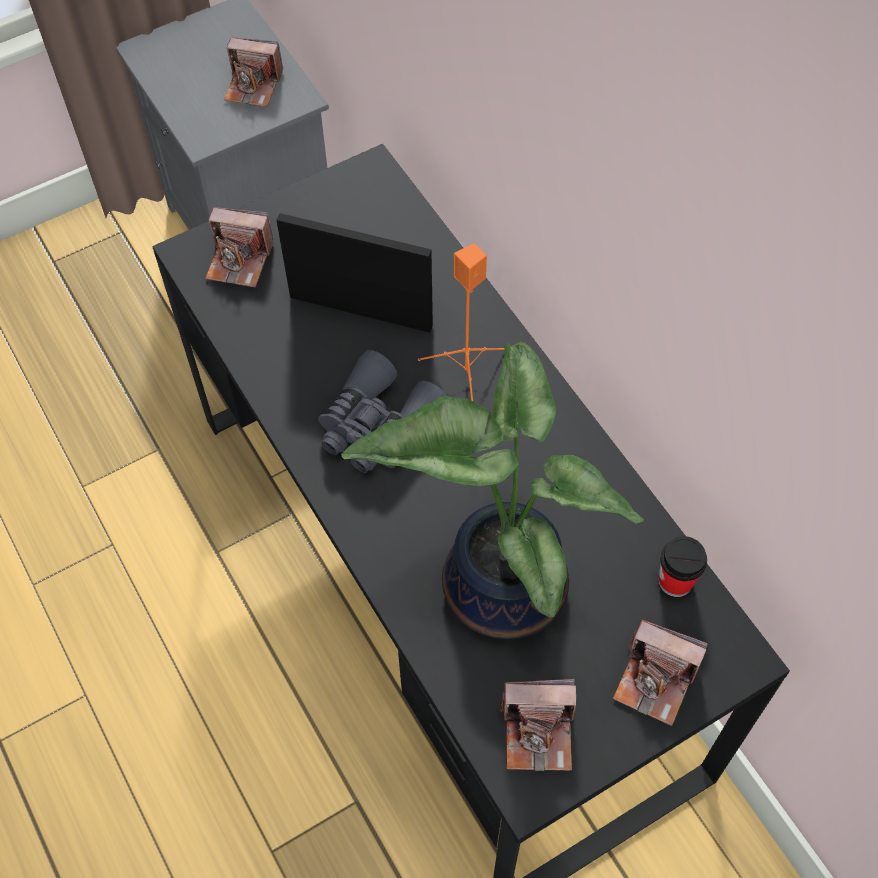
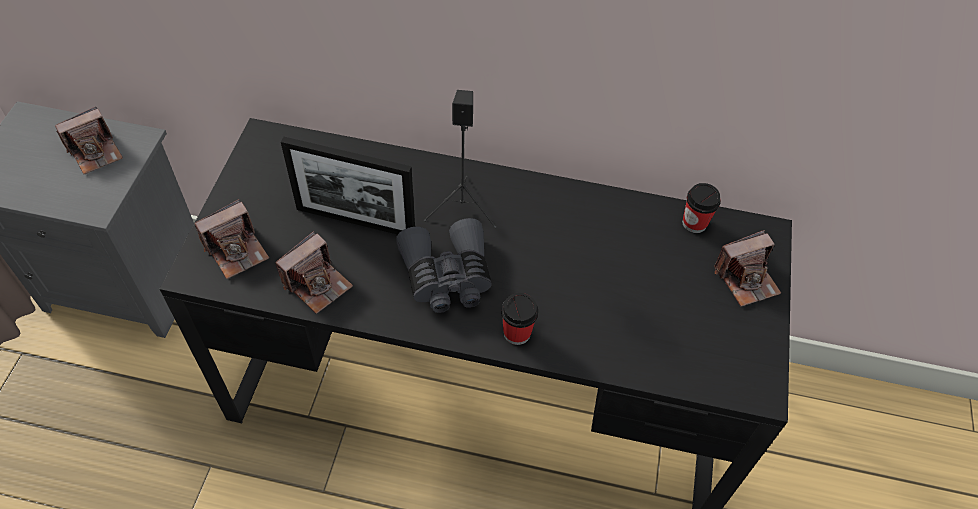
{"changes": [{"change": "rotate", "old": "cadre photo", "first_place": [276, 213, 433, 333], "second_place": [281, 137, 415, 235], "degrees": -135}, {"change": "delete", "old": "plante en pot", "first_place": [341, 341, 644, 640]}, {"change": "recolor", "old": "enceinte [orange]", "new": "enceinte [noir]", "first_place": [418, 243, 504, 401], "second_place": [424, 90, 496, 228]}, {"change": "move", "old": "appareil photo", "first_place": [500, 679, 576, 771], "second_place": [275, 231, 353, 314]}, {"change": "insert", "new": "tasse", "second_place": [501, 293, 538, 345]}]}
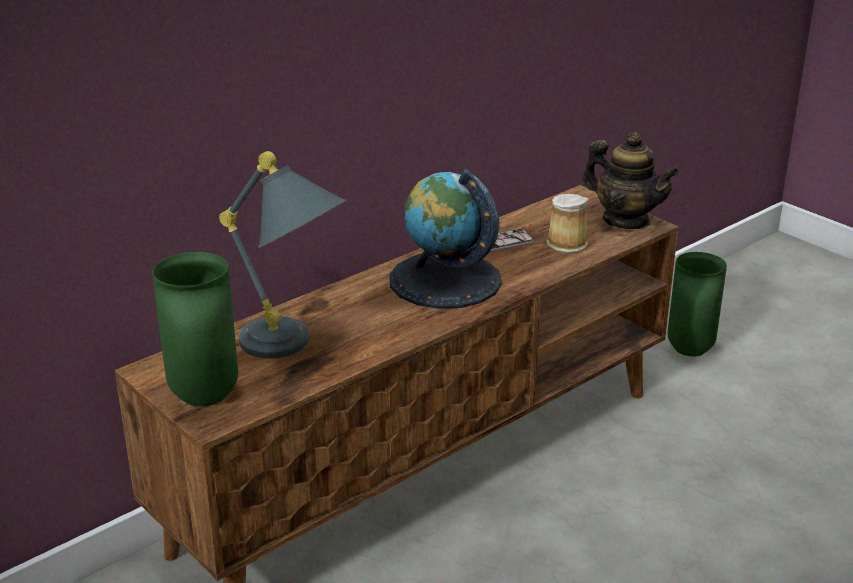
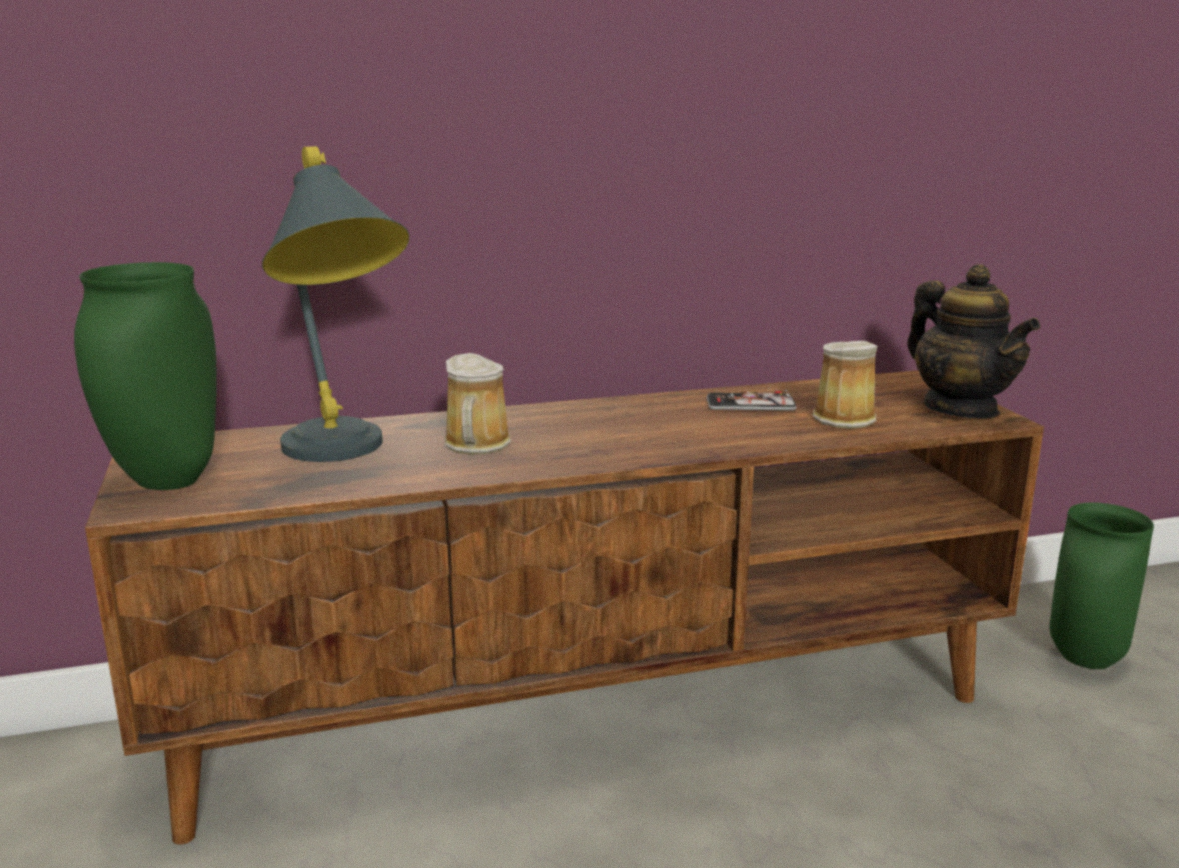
{"changes": [{"change": "delete", "old": "globe", "first_place": [389, 169, 502, 309]}, {"change": "insert", "new": "mug", "second_place": [444, 353, 511, 455]}]}
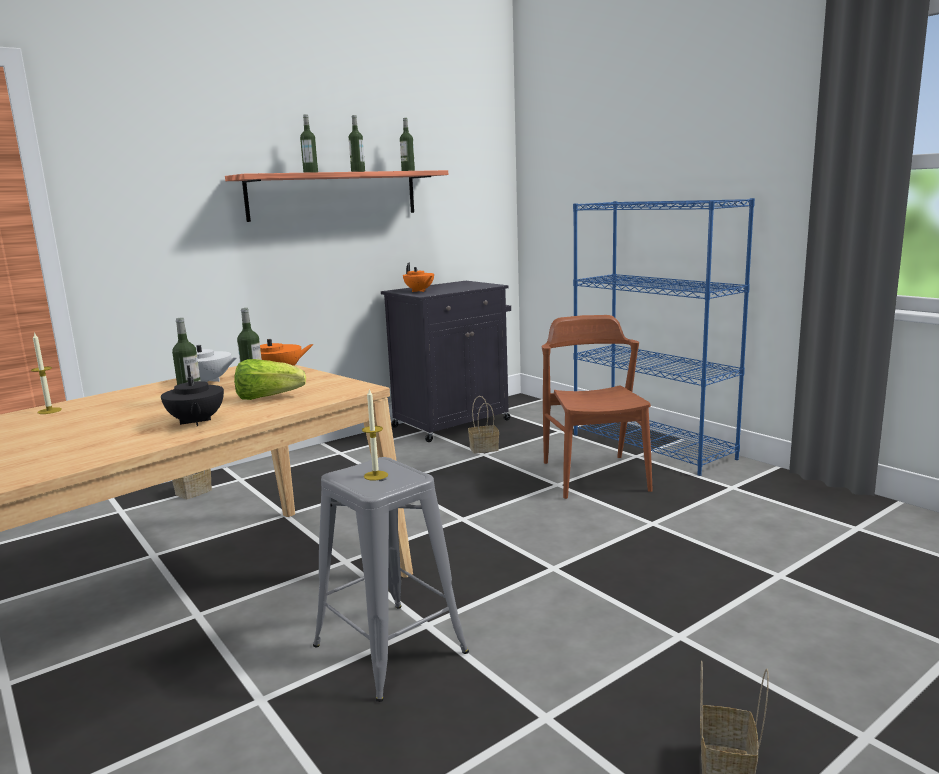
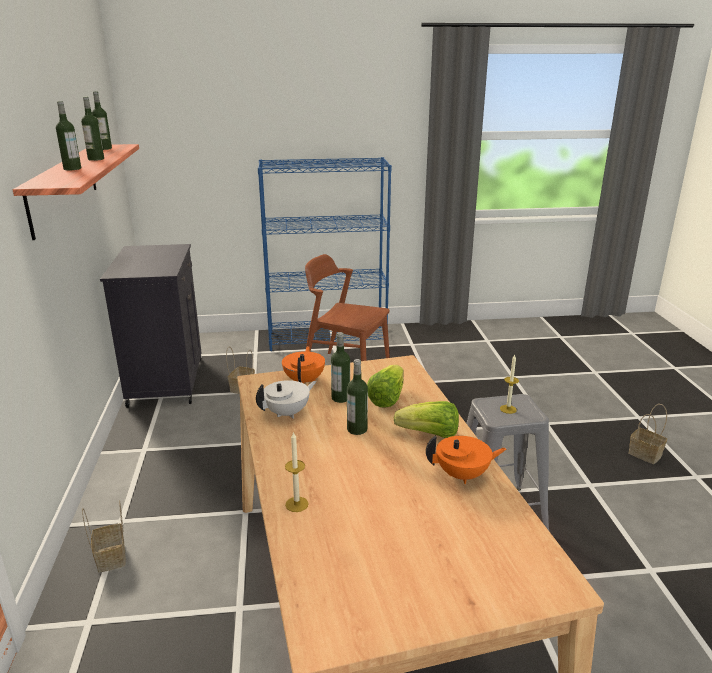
{"changes": [{"change": "replace", "old": "théière [noir]", "new": "laitue", "first_place": [161, 365, 224, 426], "second_place": [394, 401, 459, 438]}, {"change": "move", "old": "théière [orange]", "first_place": [403, 262, 434, 292], "second_place": [426, 436, 506, 484]}]}
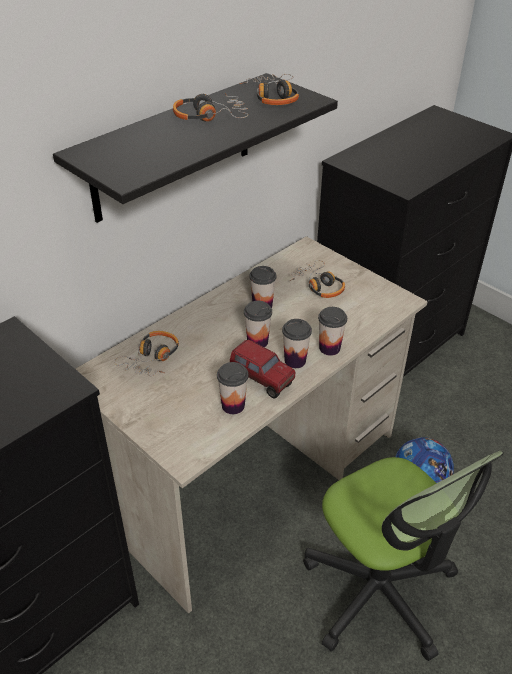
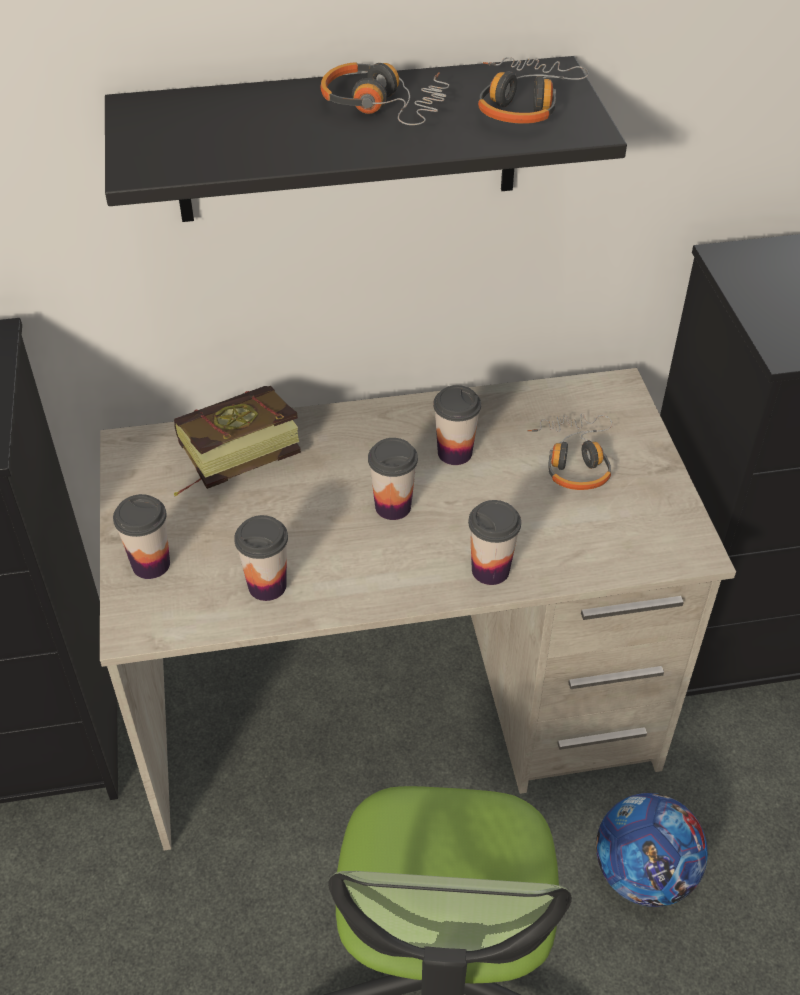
{"changes": [{"change": "replace", "old": "casque audio", "new": "livre", "first_place": [114, 331, 179, 376], "second_place": [174, 386, 301, 497]}, {"change": "delete", "old": "camion jouet", "first_place": [230, 340, 296, 398]}, {"change": "move", "old": "tasse", "first_place": [282, 319, 312, 368], "second_place": [113, 494, 170, 579]}]}
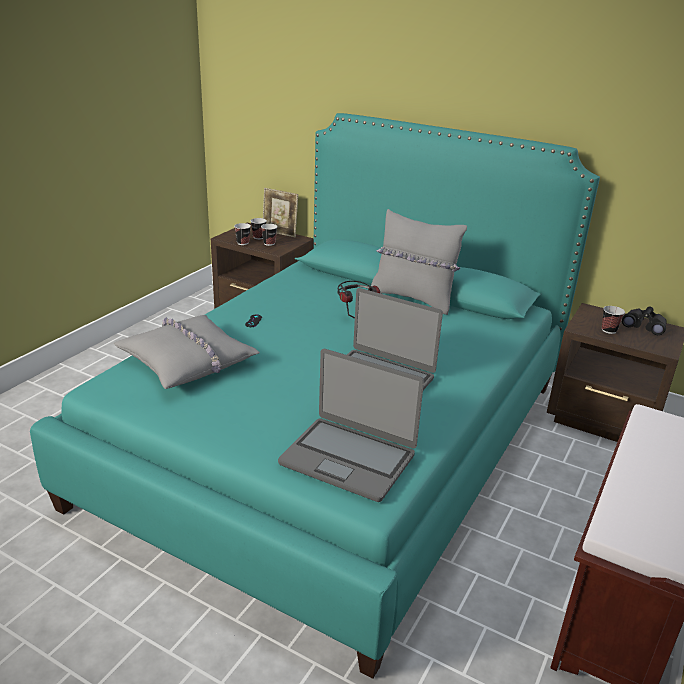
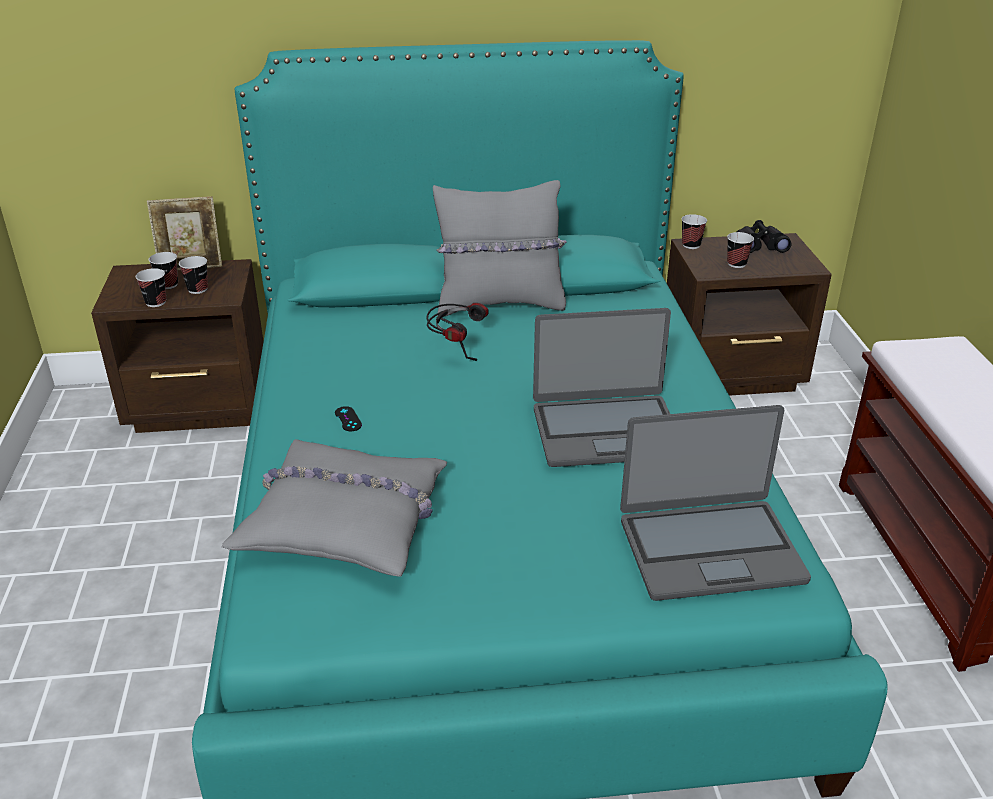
{"changes": [{"change": "insert", "new": "tasse", "second_place": [682, 214, 707, 249]}]}
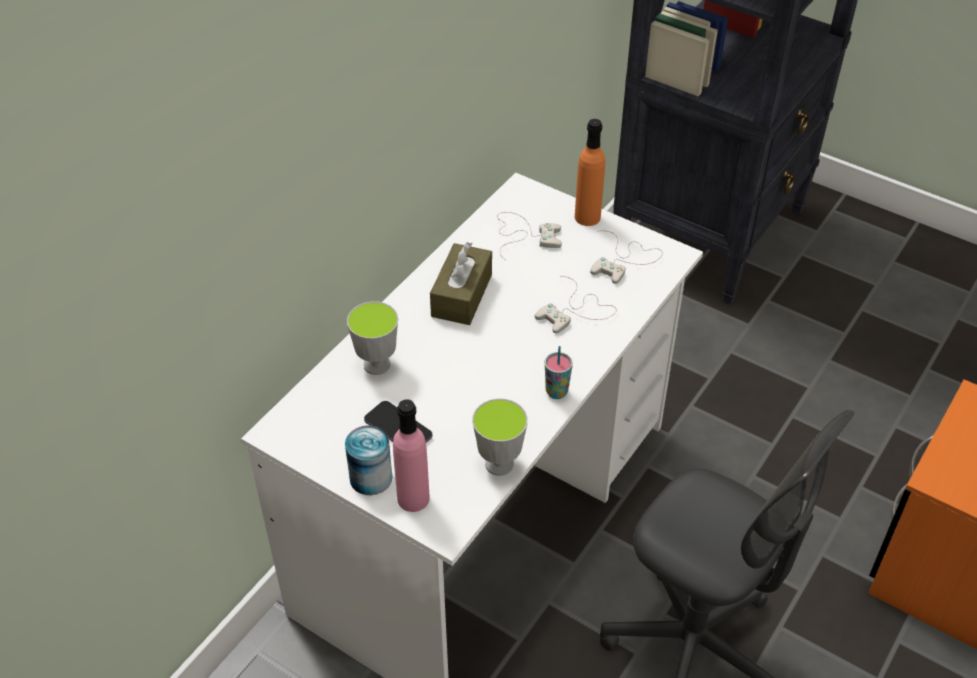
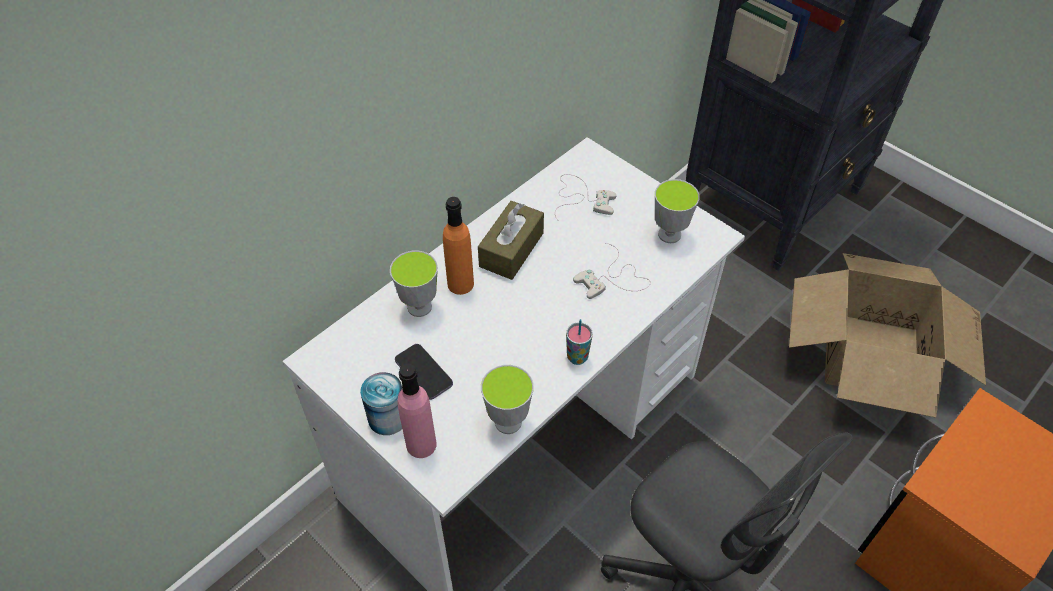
{"changes": [{"change": "move", "old": "bouteille [orange]", "first_place": [575, 119, 605, 226], "second_place": [443, 197, 474, 295]}, {"change": "replace", "old": "manette [blanc]", "new": "tasse", "first_place": [590, 231, 663, 284], "second_place": [655, 179, 700, 243]}, {"change": "insert", "new": "carton", "second_place": [789, 253, 986, 418]}]}
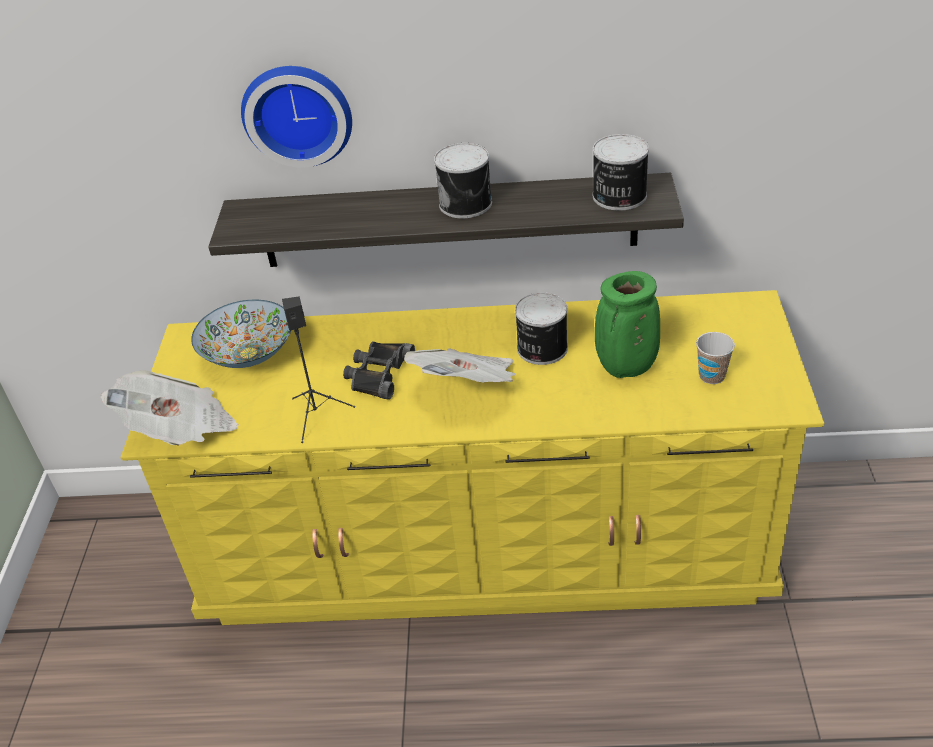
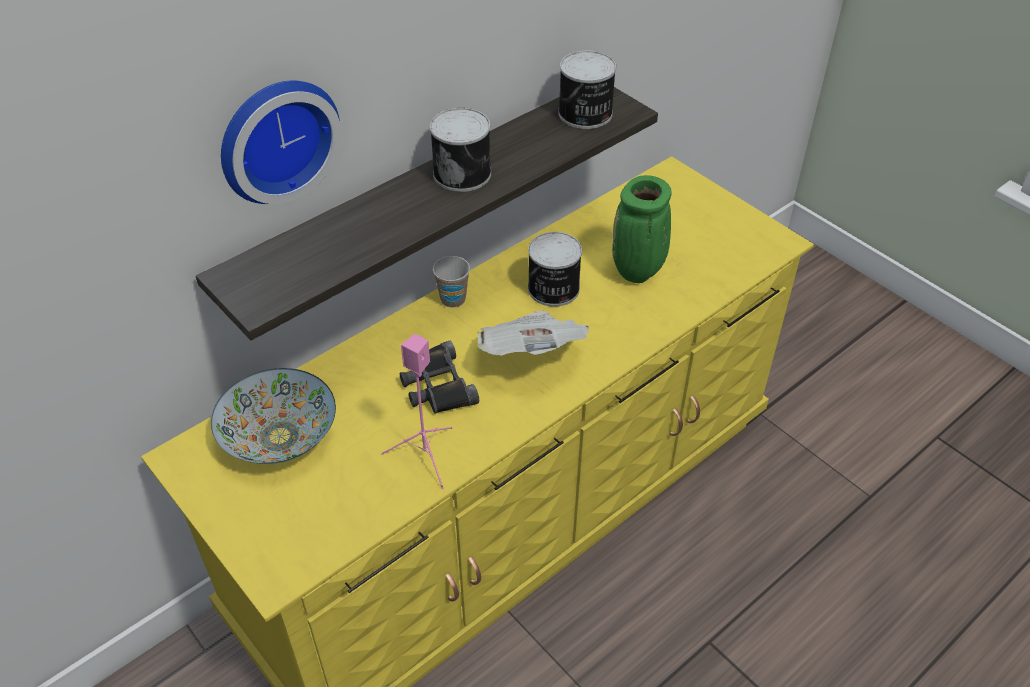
{"changes": [{"change": "delete", "old": "journal", "first_place": [101, 370, 239, 446]}, {"change": "recolor", "old": "enceinte [noir]", "new": "enceinte [rose]", "first_place": [282, 297, 355, 443], "second_place": [381, 334, 453, 489]}, {"change": "move", "old": "tasse", "first_place": [696, 332, 735, 384], "second_place": [433, 256, 470, 308]}]}
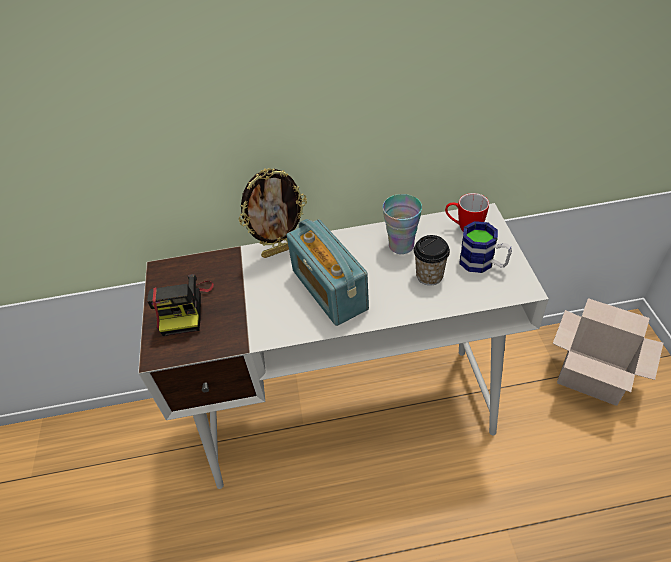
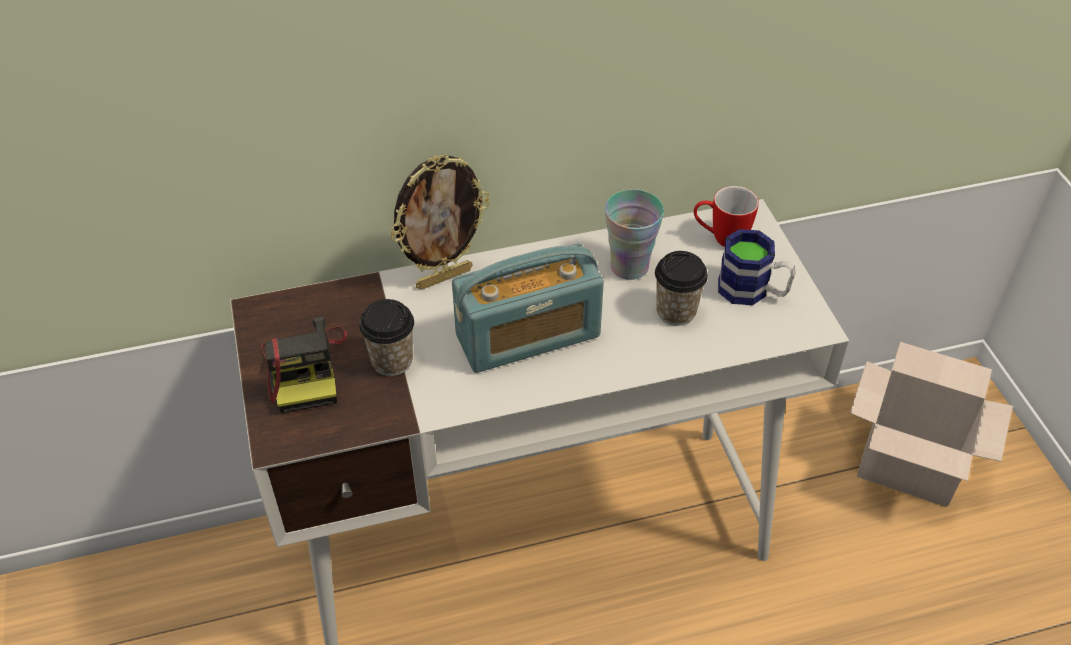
{"changes": [{"change": "rotate", "old": "radio", "first_place": [286, 219, 369, 326], "second_place": [452, 243, 604, 373], "degrees": -75}, {"change": "insert", "new": "tasse", "second_place": [359, 299, 414, 376]}]}
